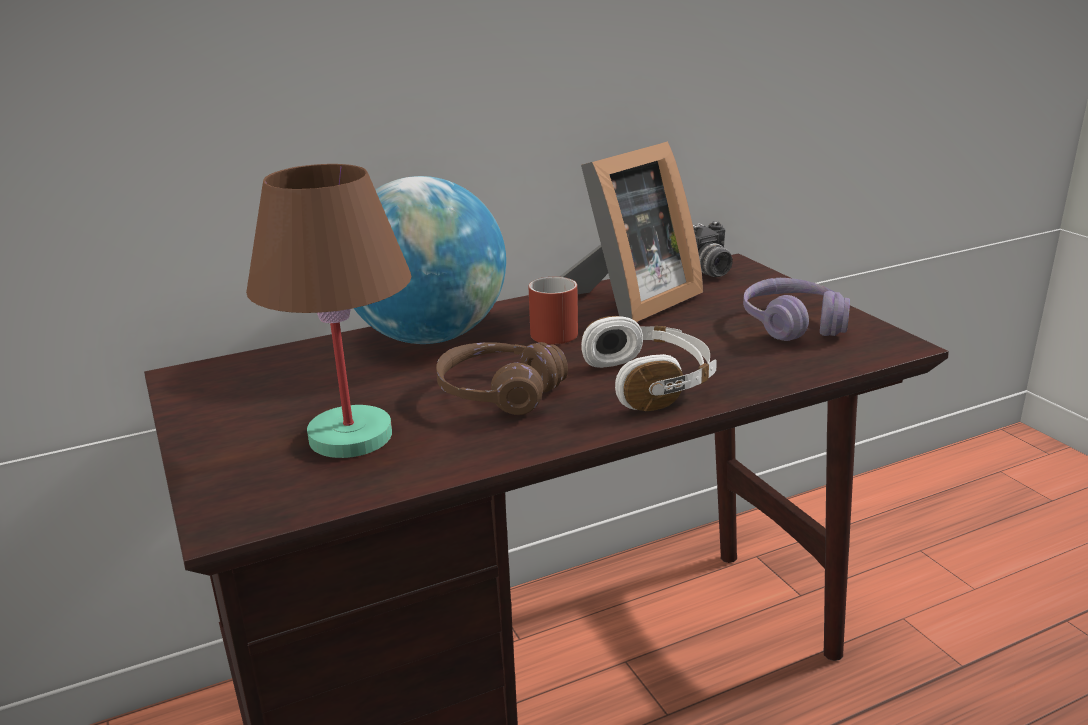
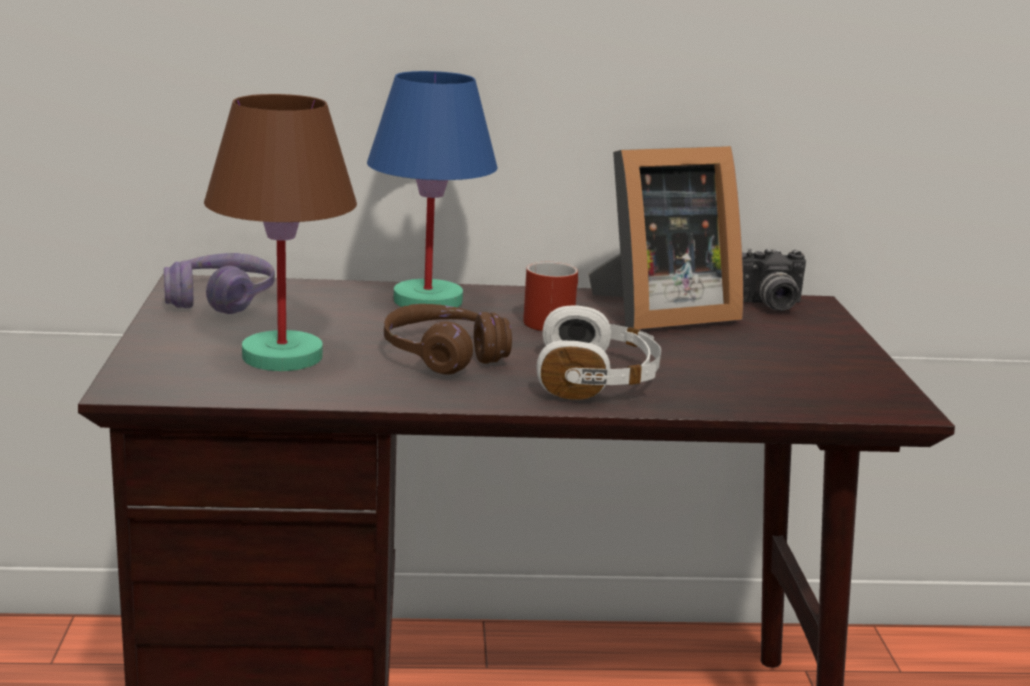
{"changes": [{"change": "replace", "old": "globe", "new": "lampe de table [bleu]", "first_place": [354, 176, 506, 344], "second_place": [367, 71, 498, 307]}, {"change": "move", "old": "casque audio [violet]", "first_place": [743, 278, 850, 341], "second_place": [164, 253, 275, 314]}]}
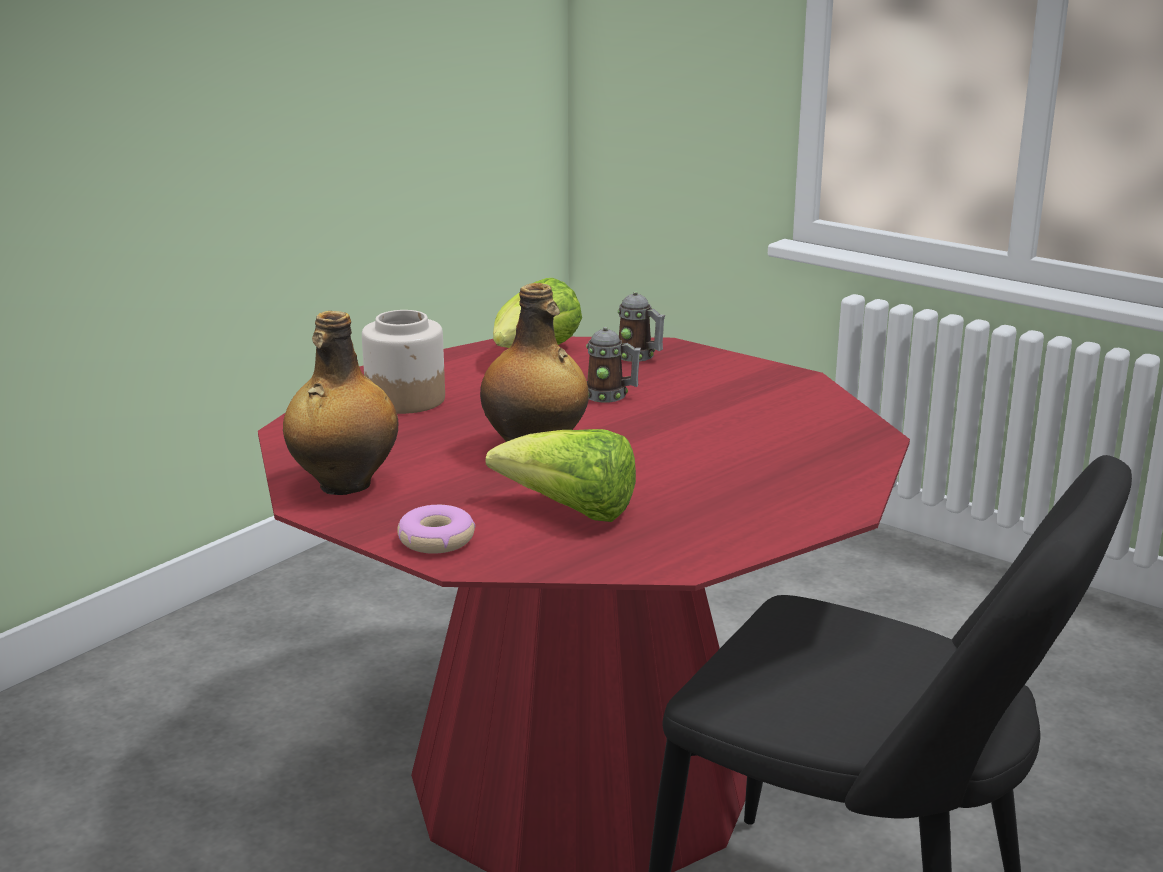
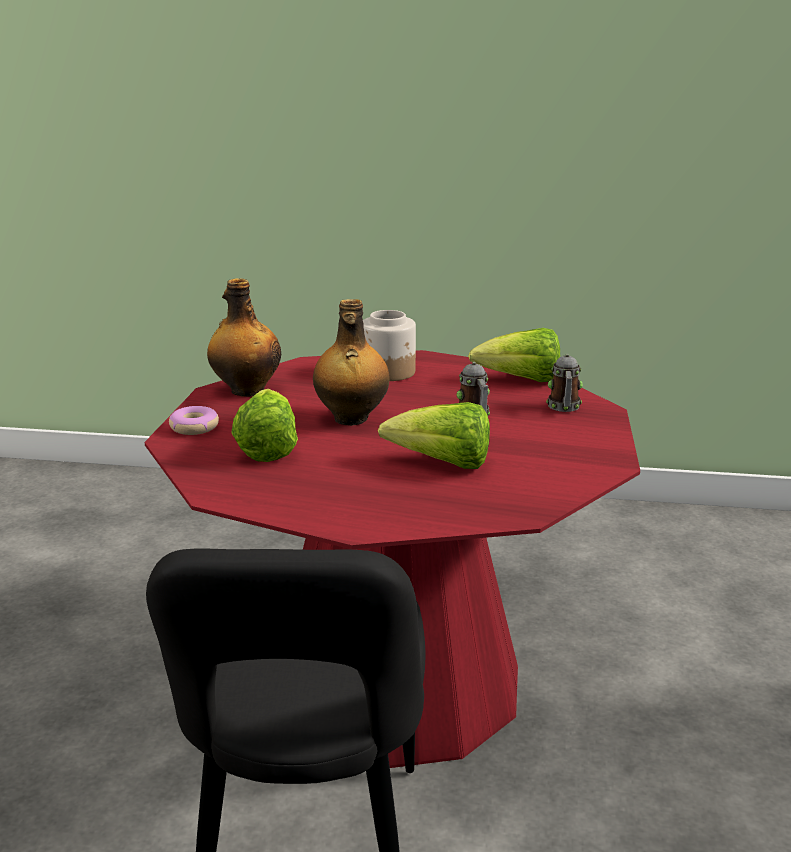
{"changes": [{"change": "insert", "new": "laitue", "second_place": [378, 402, 490, 469]}]}
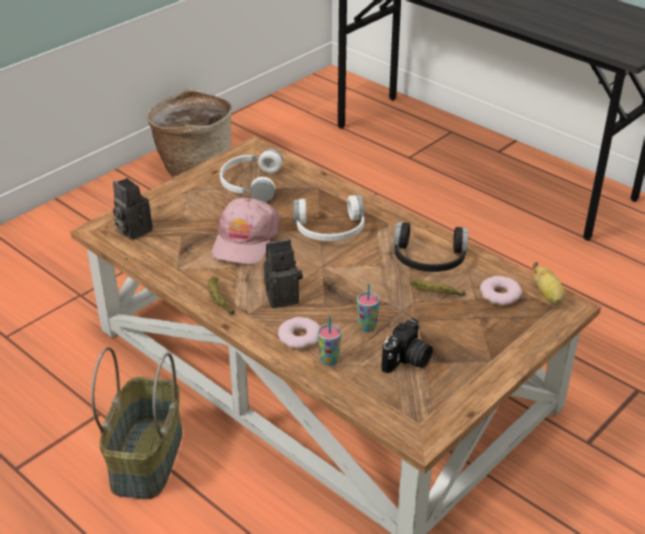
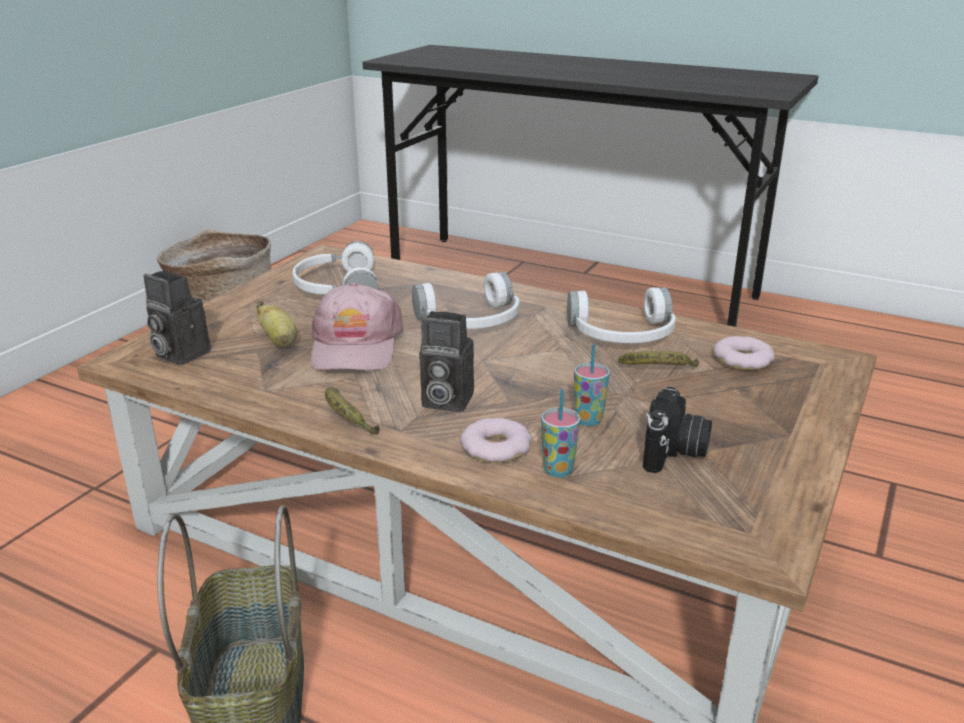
{"changes": [{"change": "rotate", "old": "appareil photo", "first_place": [264, 239, 303, 308], "second_place": [419, 311, 474, 412], "degrees": -135}, {"change": "recolor", "old": "casque audio [noir]", "new": "casque audio [blanc]", "first_place": [394, 222, 468, 272], "second_place": [567, 287, 676, 343]}, {"change": "move", "old": "banane", "first_place": [533, 262, 565, 305], "second_place": [256, 300, 297, 348]}]}
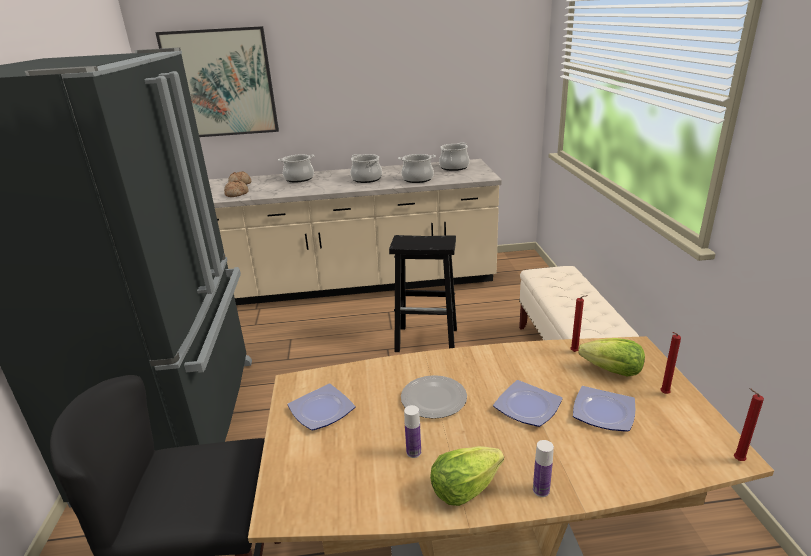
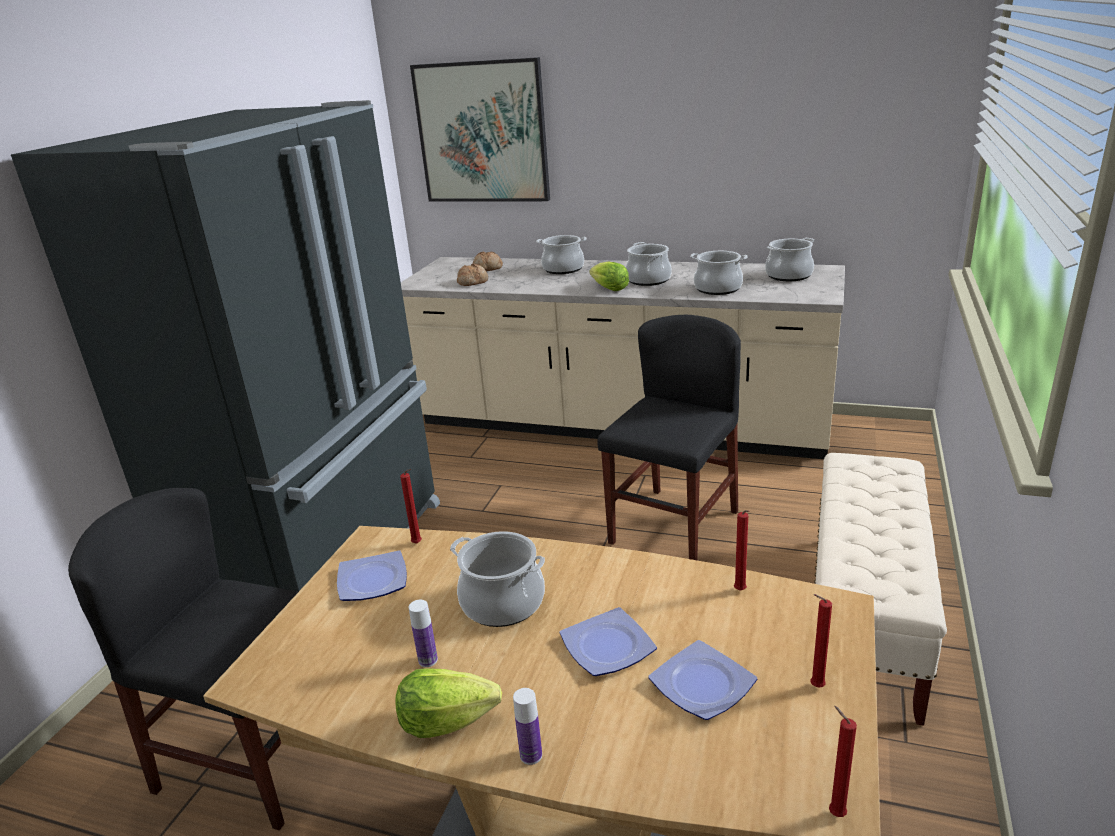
{"changes": [{"change": "replace", "old": "tabouret [noir]", "new": "chaise [noir]", "first_place": [389, 235, 457, 352], "second_place": [597, 315, 741, 560]}, {"change": "replace", "old": "assiette", "new": "marmite", "first_place": [401, 375, 467, 419], "second_place": [450, 531, 545, 627]}, {"change": "move", "old": "laitue", "first_place": [578, 338, 645, 377], "second_place": [590, 261, 629, 291]}, {"change": "insert", "new": "bougie [rouge]", "second_place": [400, 469, 422, 544]}]}
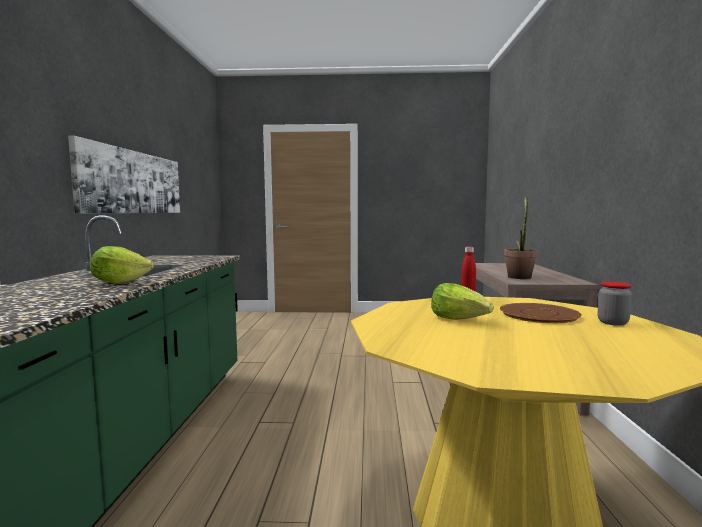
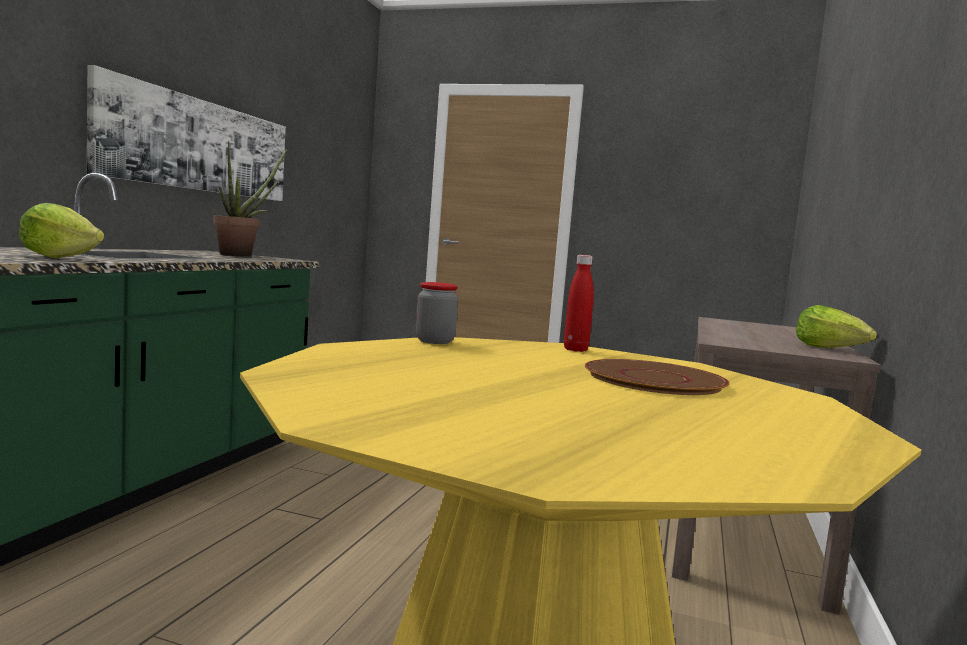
{"changes": [{"change": "move", "old": "laitue", "first_place": [431, 283, 494, 320], "second_place": [796, 305, 877, 348]}, {"change": "move", "old": "plante en pot", "first_place": [504, 196, 538, 279], "second_place": [213, 141, 287, 257]}, {"change": "move", "old": "bocal", "first_place": [597, 282, 632, 326], "second_place": [416, 282, 458, 344]}]}
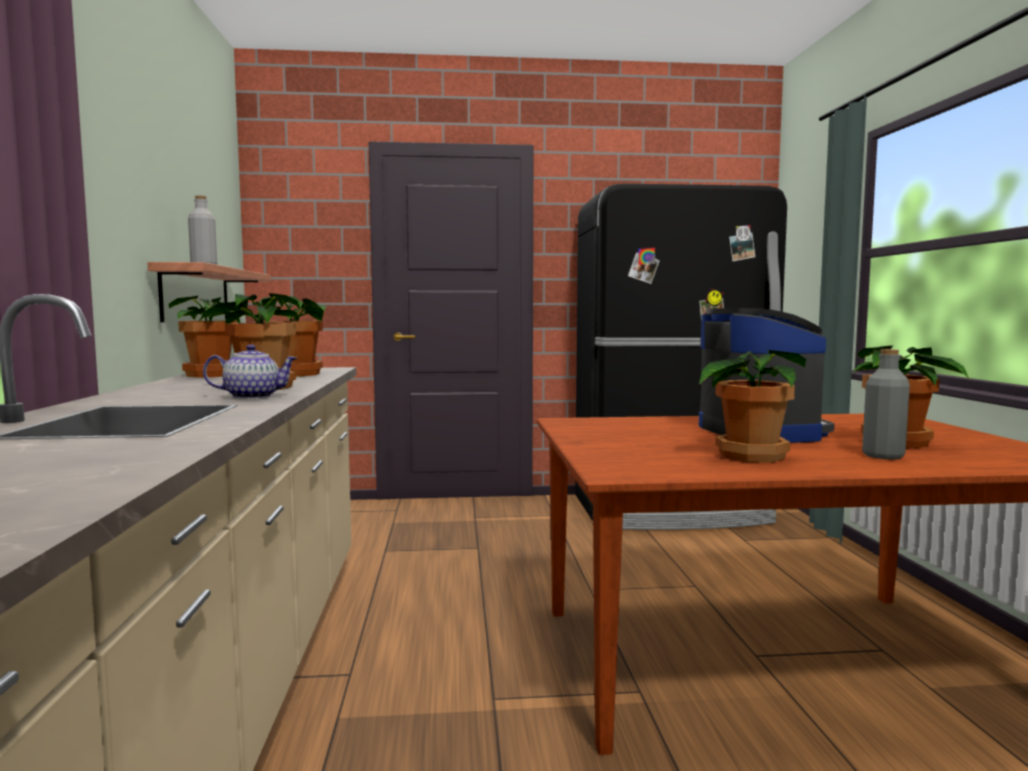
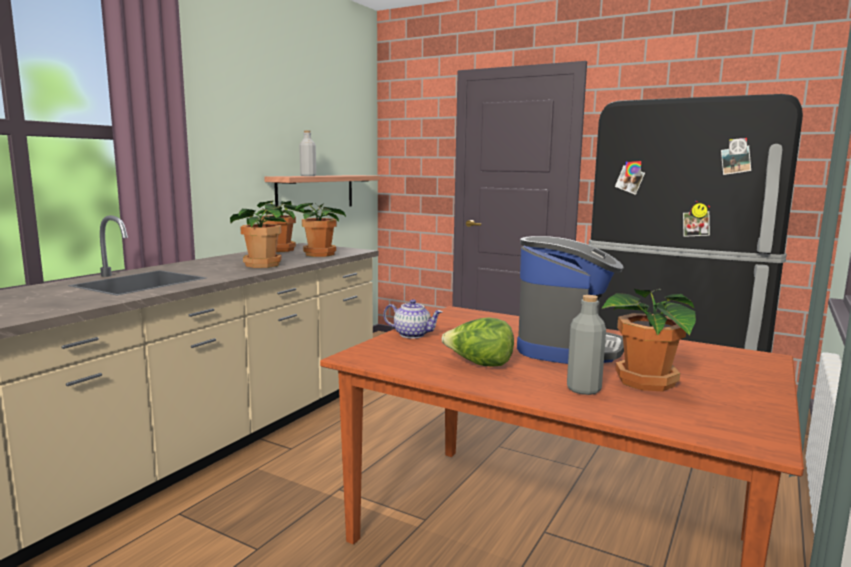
{"changes": [{"change": "move", "old": "théière", "first_place": [203, 344, 297, 399], "second_place": [383, 299, 442, 338]}, {"change": "replace", "old": "plante en pot", "new": "laitue", "first_place": [699, 350, 806, 463], "second_place": [442, 317, 514, 366]}]}
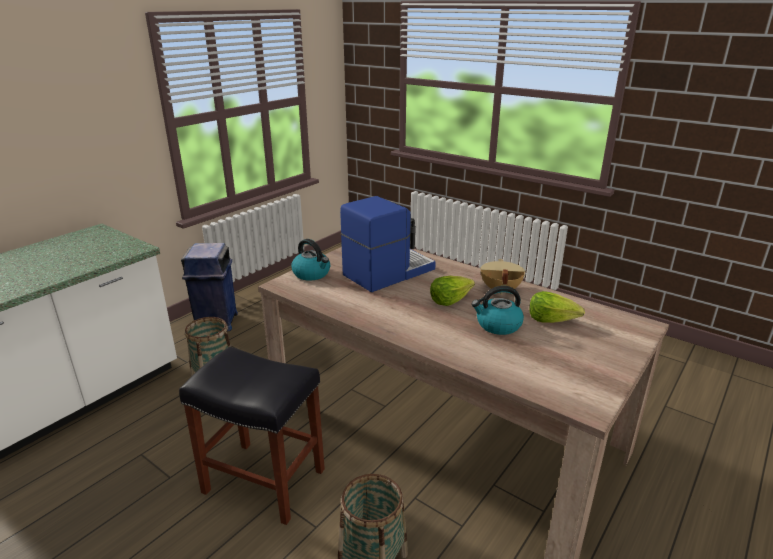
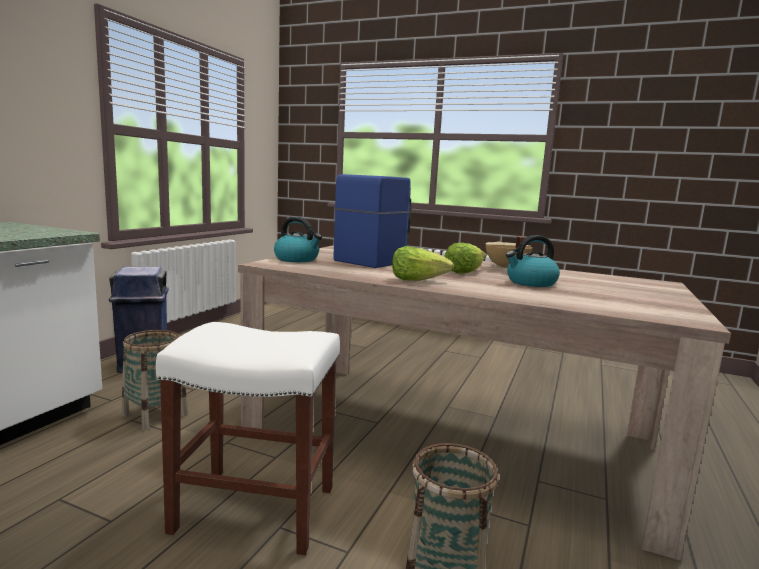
{"changes": [{"change": "recolor", "old": "tabouret [noir]", "new": "tabouret [blanc]", "first_place": [179, 346, 325, 525], "second_place": [156, 322, 340, 555]}, {"change": "move", "old": "laitue", "first_place": [529, 291, 585, 323], "second_place": [392, 246, 454, 281]}]}
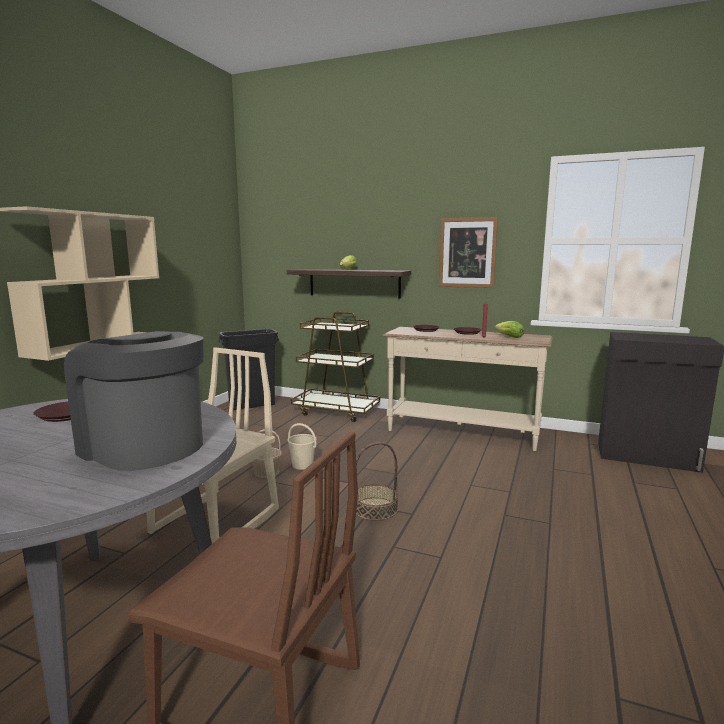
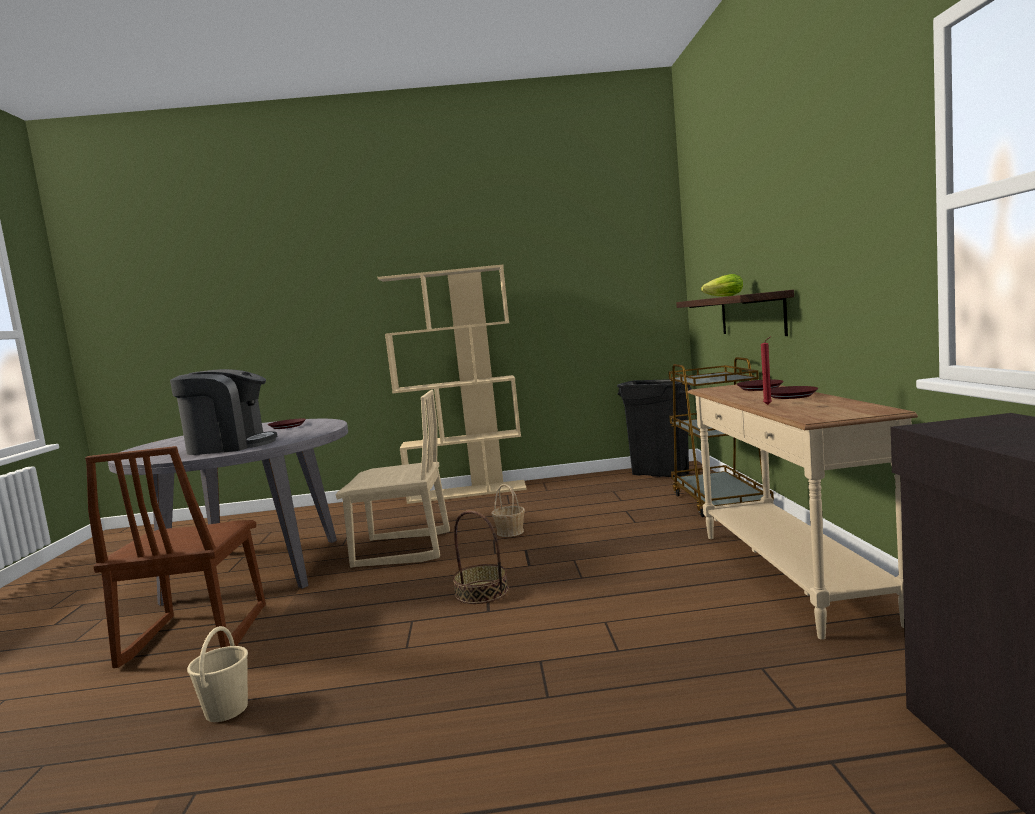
{"changes": [{"change": "rotate", "old": "machine à café", "first_place": [64, 331, 204, 471], "second_place": [170, 369, 277, 455], "degrees": 75}, {"change": "move", "old": "seau [beige]", "first_place": [287, 423, 317, 470], "second_place": [187, 626, 248, 722]}, {"change": "delete", "old": "tableau", "first_place": [439, 217, 498, 288]}, {"change": "delete", "old": "laitue", "first_place": [495, 321, 524, 338]}]}
